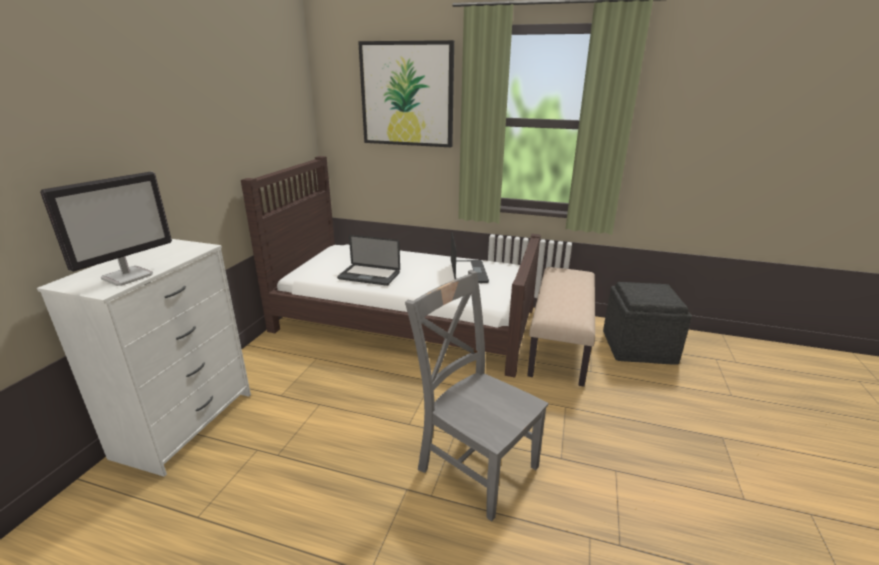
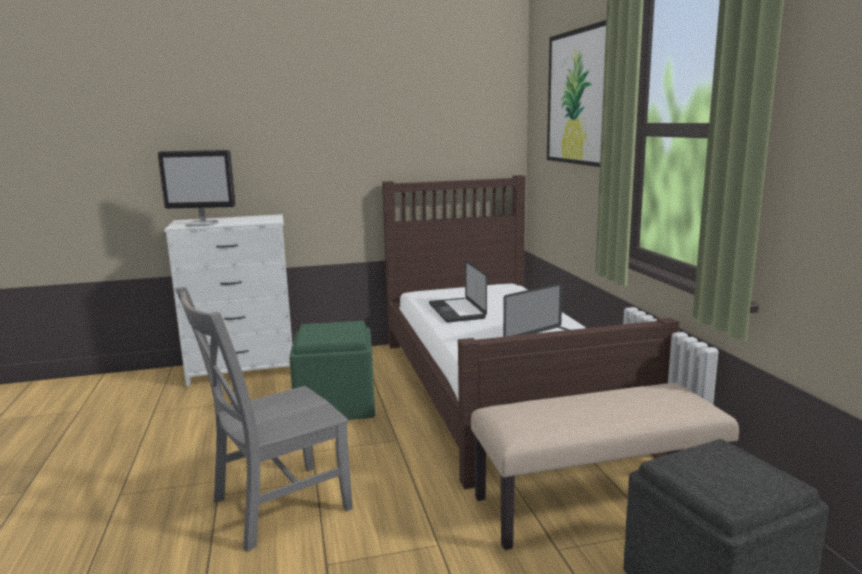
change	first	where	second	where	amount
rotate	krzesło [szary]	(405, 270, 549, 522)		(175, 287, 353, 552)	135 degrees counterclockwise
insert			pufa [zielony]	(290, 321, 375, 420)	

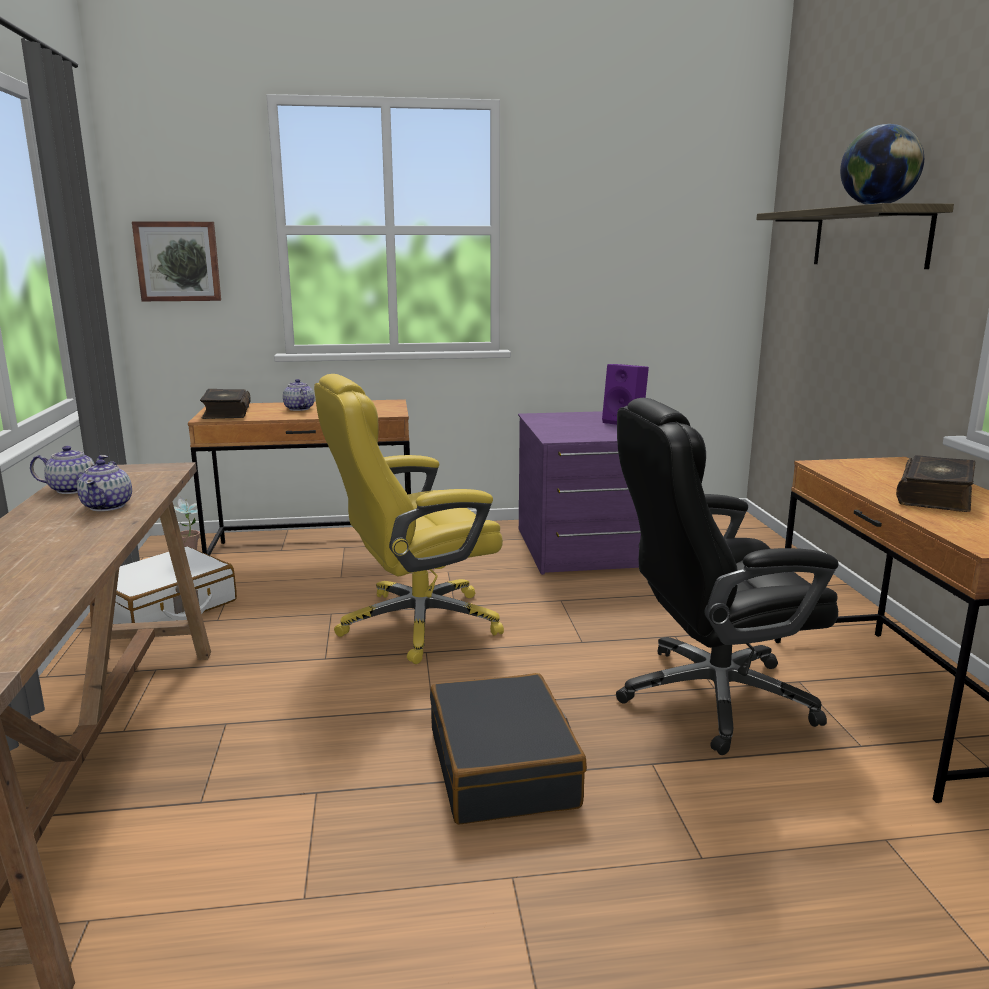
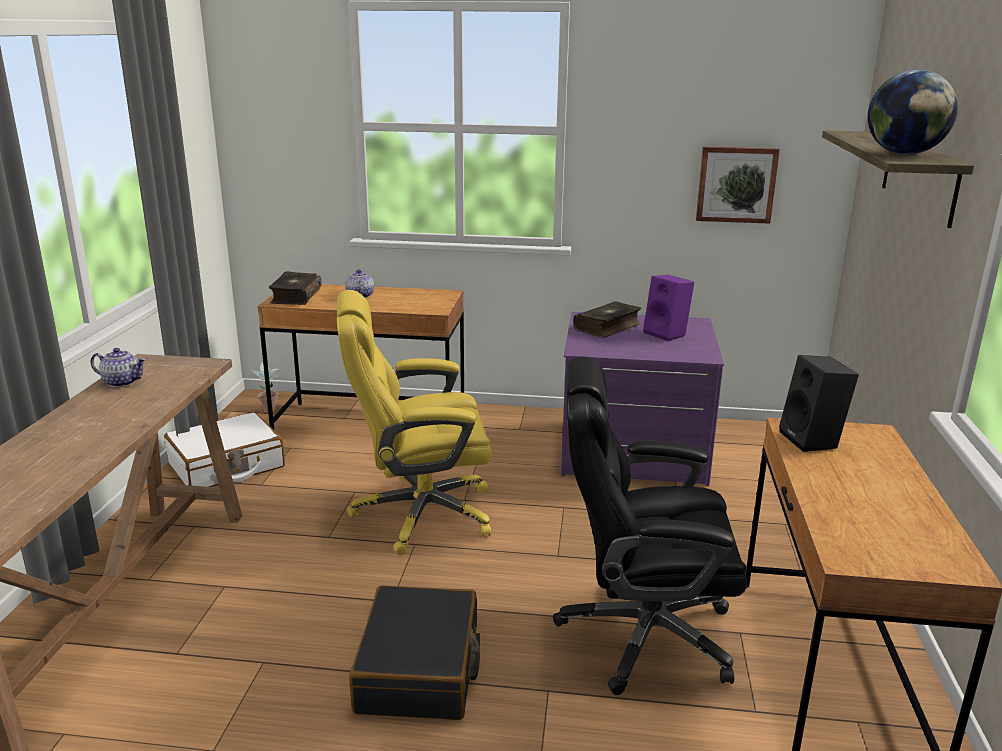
change	first	where	second	where	amount
move	książka	(896, 455, 975, 512)		(573, 301, 641, 338)	
move	obraz	(132, 221, 221, 301)		(696, 147, 780, 224)	
insert			głośnik [czarny]	(779, 355, 859, 452)	
delete	imbryk	(77, 460, 132, 511)			

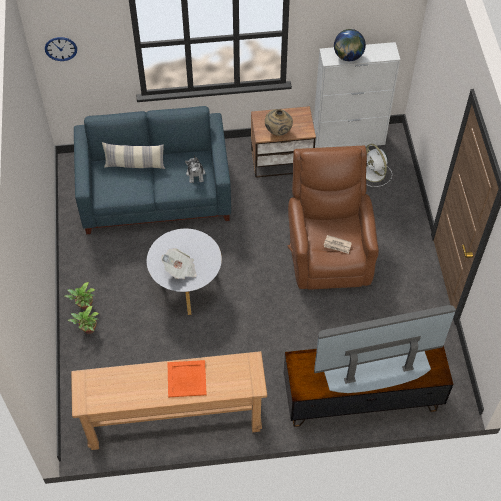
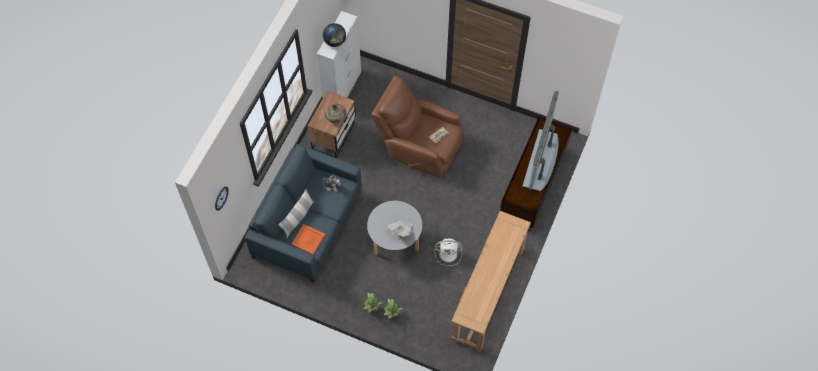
change	first	where	second	where	amount
move	taca [pomarańczowy]	(168, 360, 207, 397)		(291, 224, 325, 254)	
move	wentylator [biały]	(366, 144, 392, 187)		(434, 238, 463, 266)	

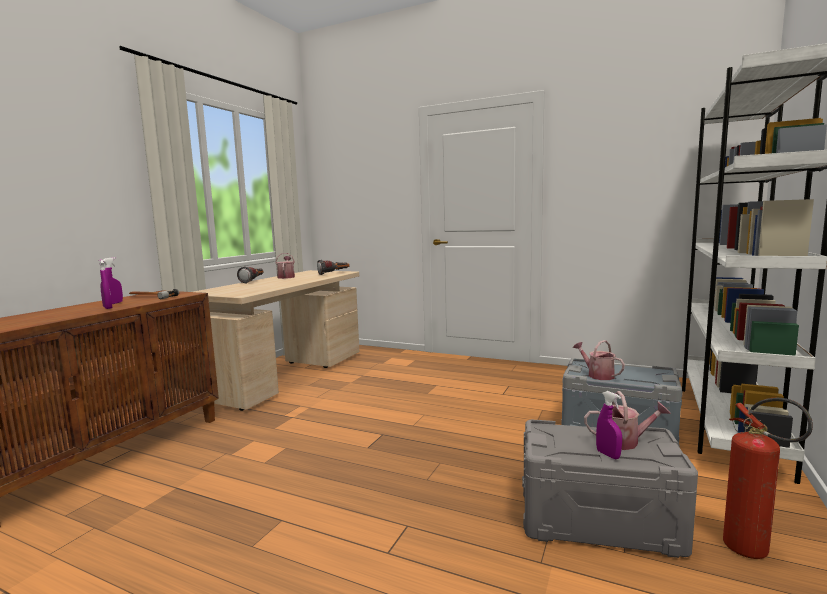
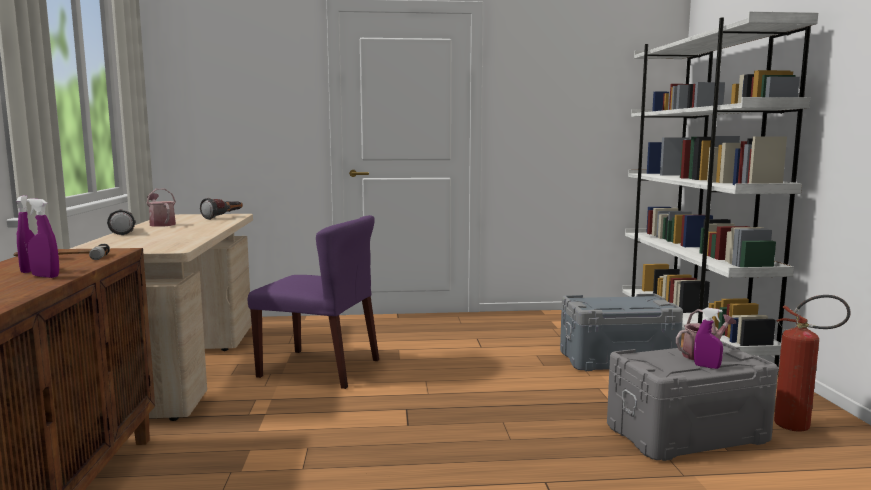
change	first	where	second	where	amount
insert			krzesło [fioletowy]	(248, 215, 379, 389)	
delete	konewka	(573, 340, 625, 380)			

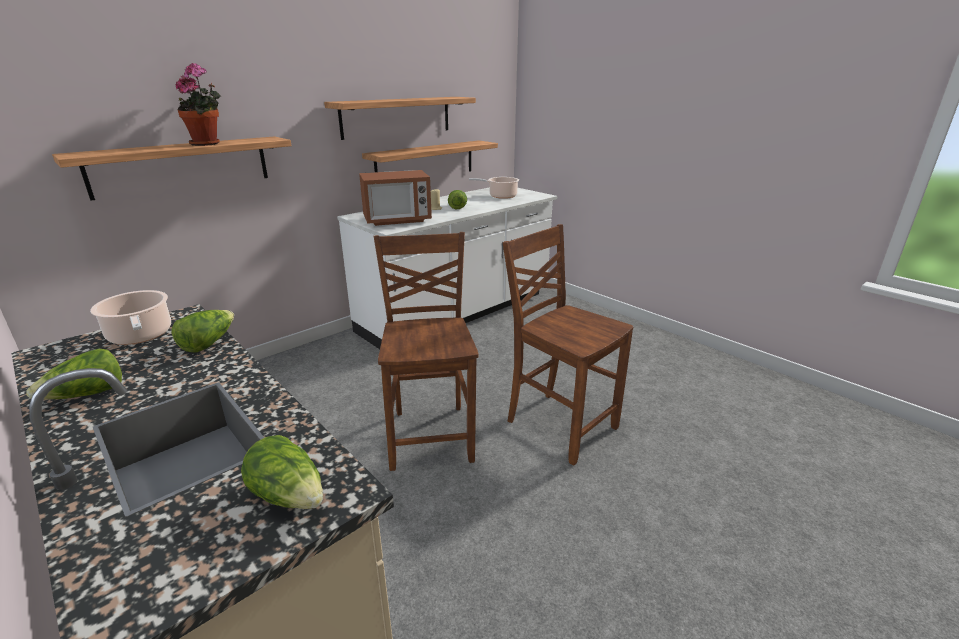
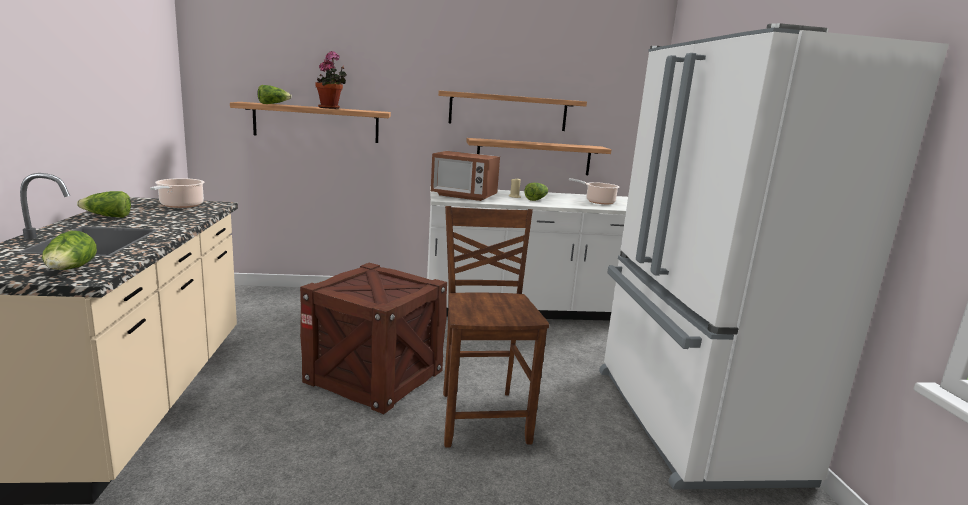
change	first	where	second	where	amount
move	sałata	(172, 310, 234, 353)		(258, 85, 292, 104)	
replace	krzesło [brązowy]	(374, 232, 479, 471)	skrzynka	(300, 263, 447, 414)	
insert			lodówka [biały]	(599, 23, 949, 489)	

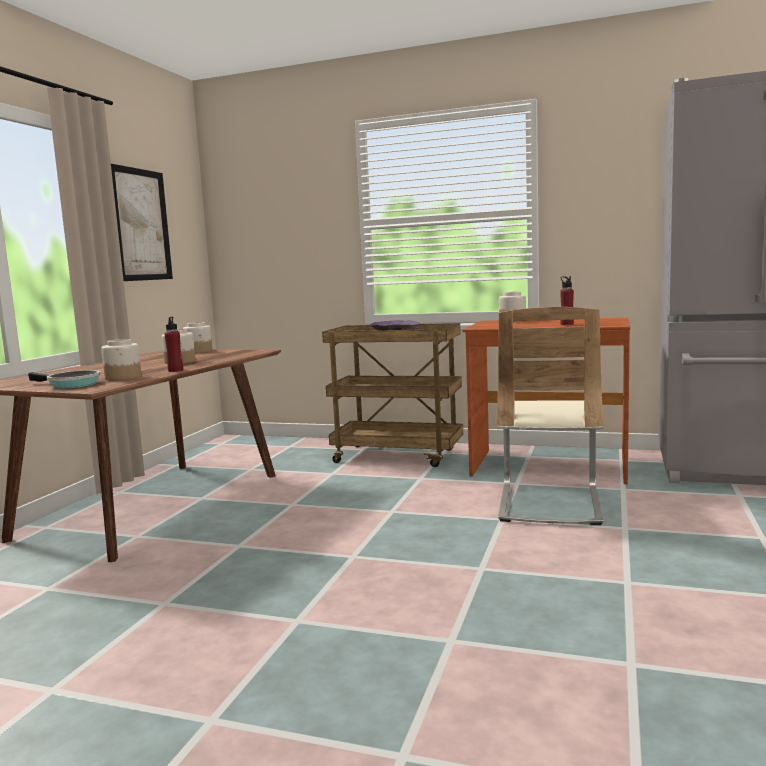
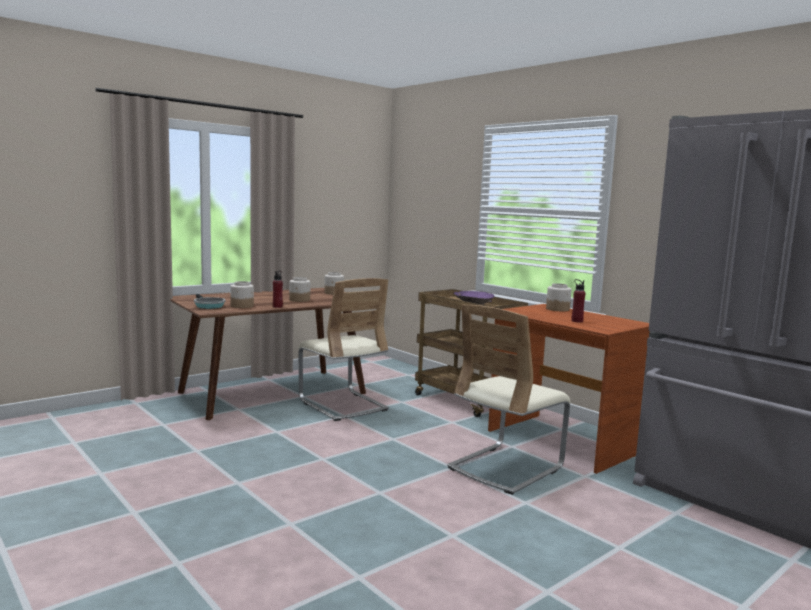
change	first	where	second	where	amount
insert			krzesło [beżowy]	(298, 278, 389, 421)	
delete	obraz	(111, 164, 173, 281)			

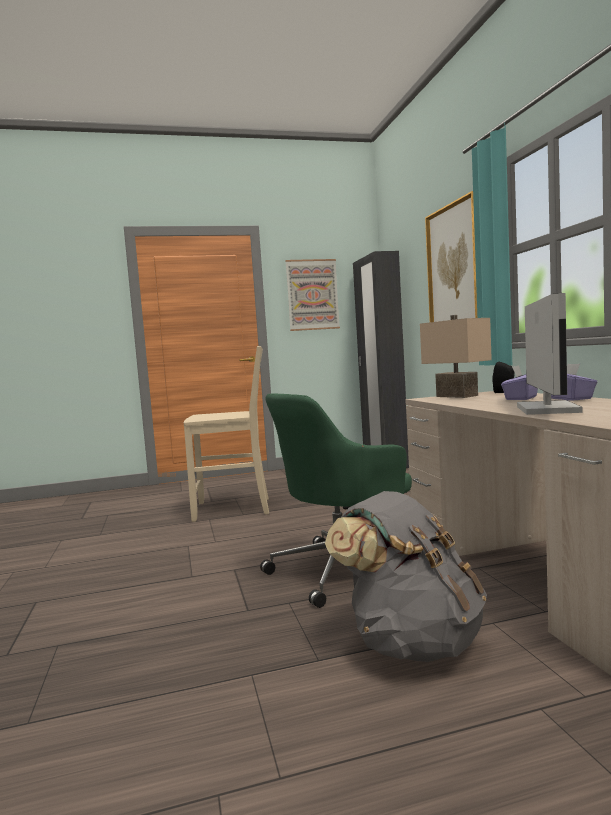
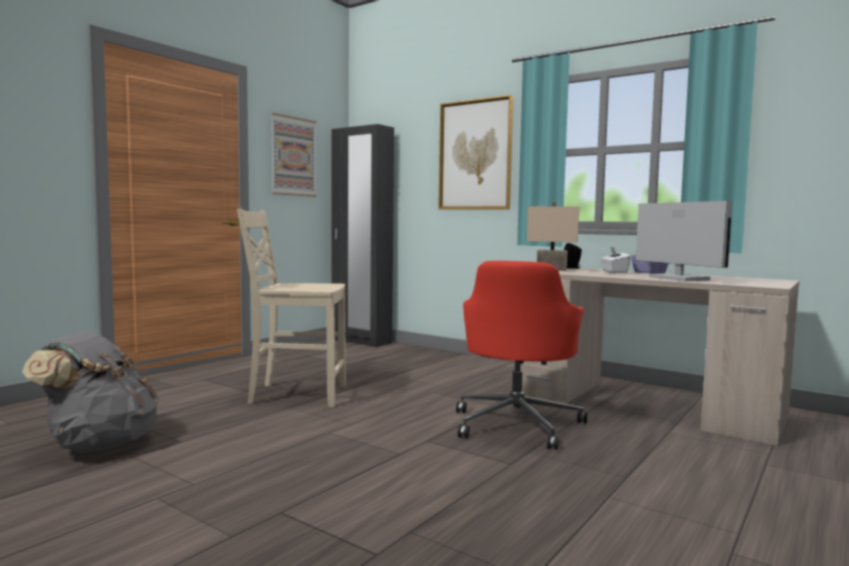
change	first	where	second	where	amount
move	plecak [szary]	(325, 491, 487, 662)		(22, 332, 159, 453)	
rotate	krzesło [beżowy]	(184, 346, 269, 522)		(237, 208, 346, 407)	135 degrees counterclockwise
recolor	krzesło biurowe [zielony]	(260, 394, 412, 608)	krzesło biurowe [czerwony]	(456, 261, 587, 450)	
recolor	pudełko chusteczek [fioletowy]	(501, 365, 538, 400)	pudełko chusteczek [biały]	(600, 247, 631, 273)	

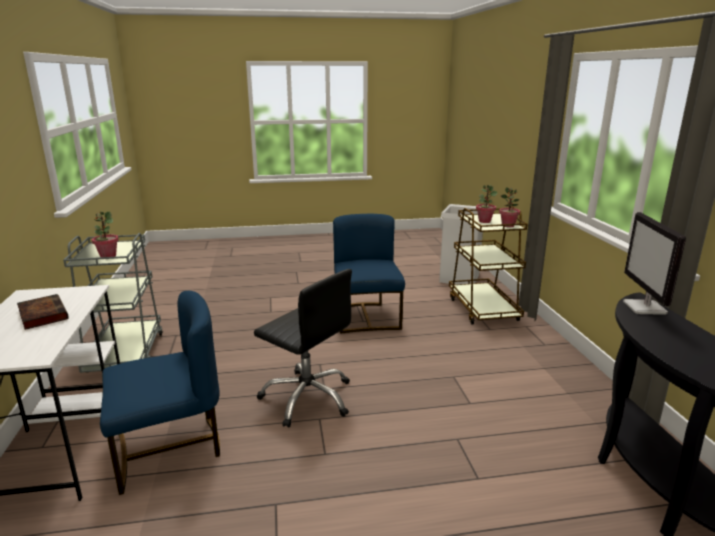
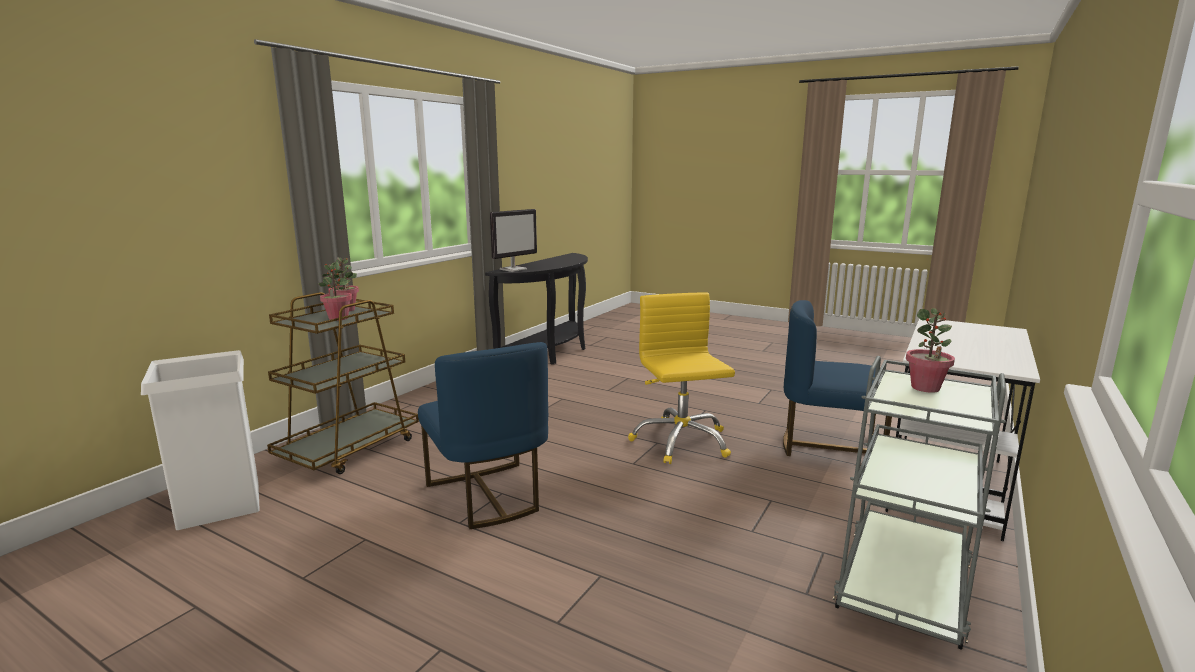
change	first	where	second	where	amount
rotate	krzesło [niebieski]	(333, 214, 405, 334)		(418, 342, 548, 529)	60 degrees counterclockwise
recolor	krzesło biurowe [czarny]	(254, 269, 352, 427)	krzesło biurowe [żółty]	(628, 292, 735, 464)	
delete	książka	(17, 294, 69, 330)			

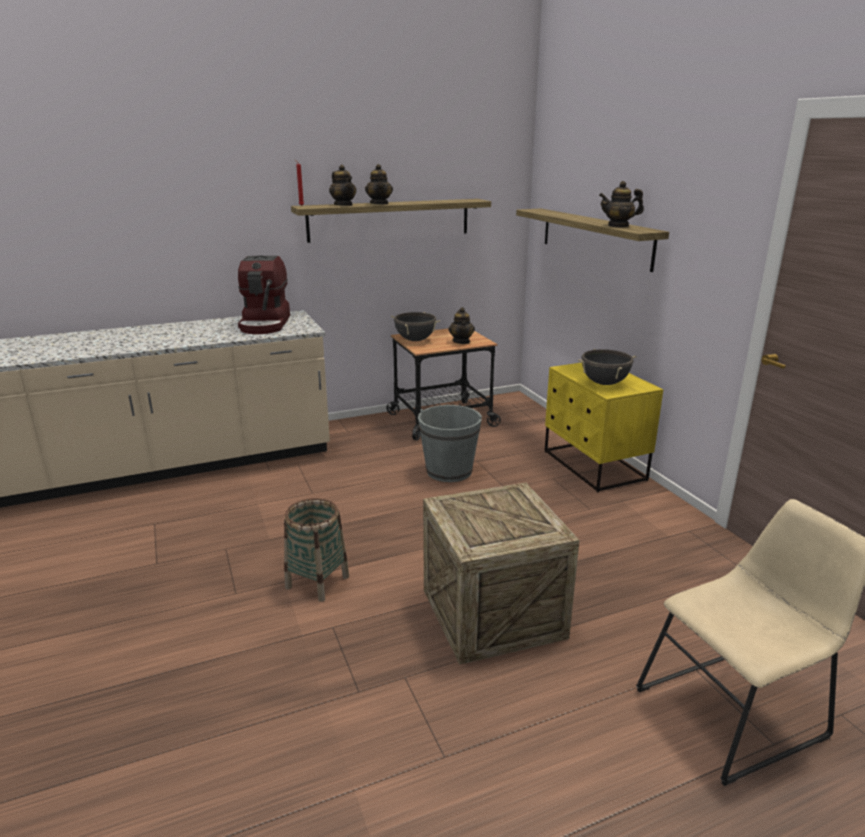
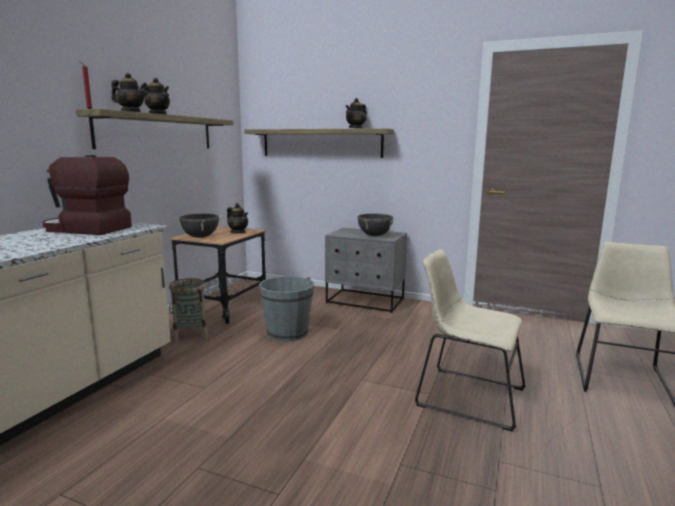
change	first	where	second	where	amount
rotate	ekspres do kawy	(238, 256, 290, 334)		(43, 155, 132, 235)	150 degrees clockwise
move	koszyk	(284, 498, 349, 602)		(169, 278, 207, 343)	
recolor	szafka nocna [żółty]	(545, 362, 664, 492)	szafka nocna [szary]	(325, 228, 407, 313)	
replace	skrzynka	(423, 482, 579, 665)	krzesło [beżowy]	(415, 249, 526, 432)	

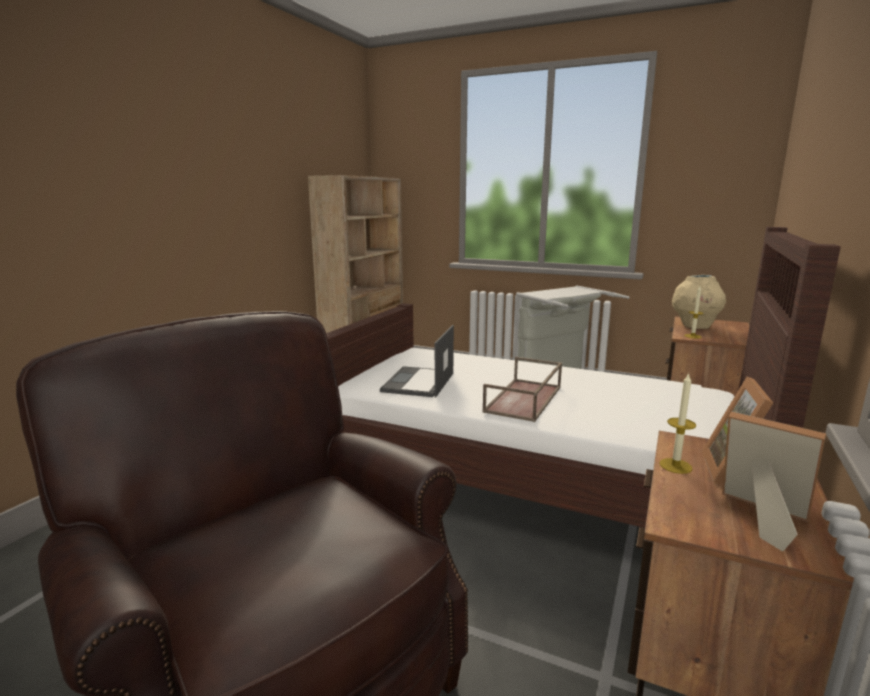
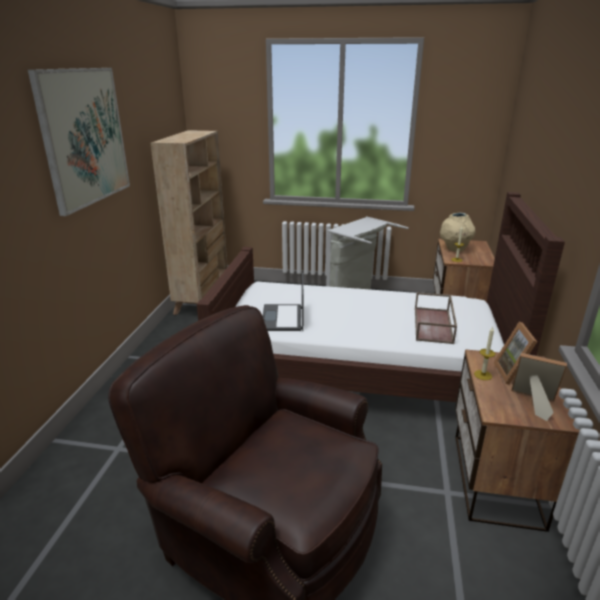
change	first	where	second	where	amount
insert			obraz	(28, 68, 130, 216)	
move	taca [brązowy]	(482, 357, 562, 422)		(415, 292, 457, 344)	

